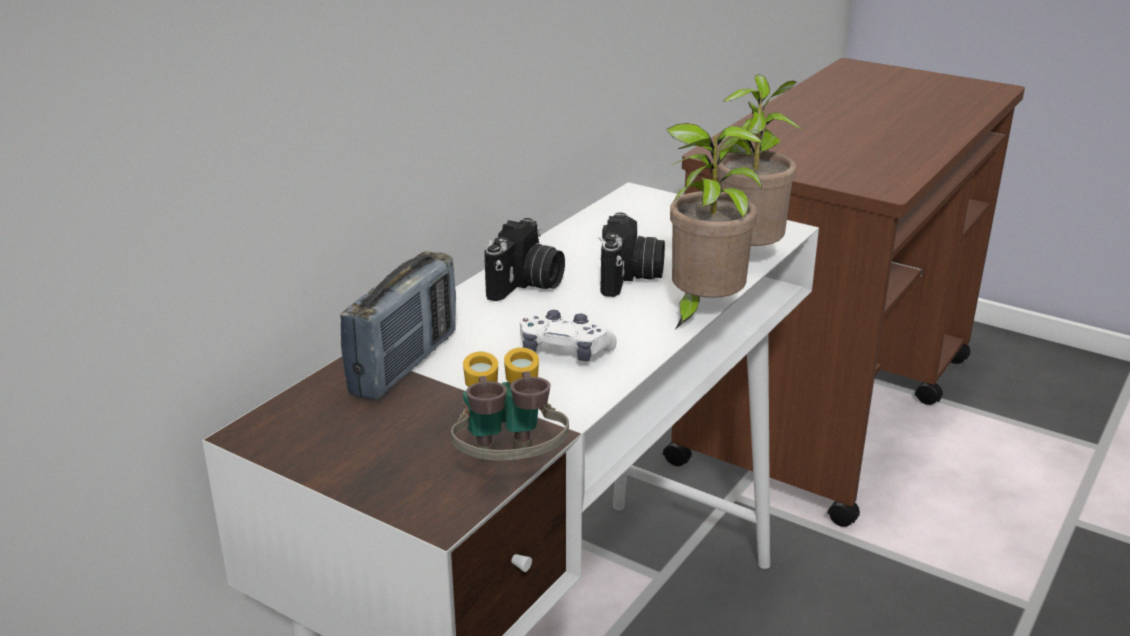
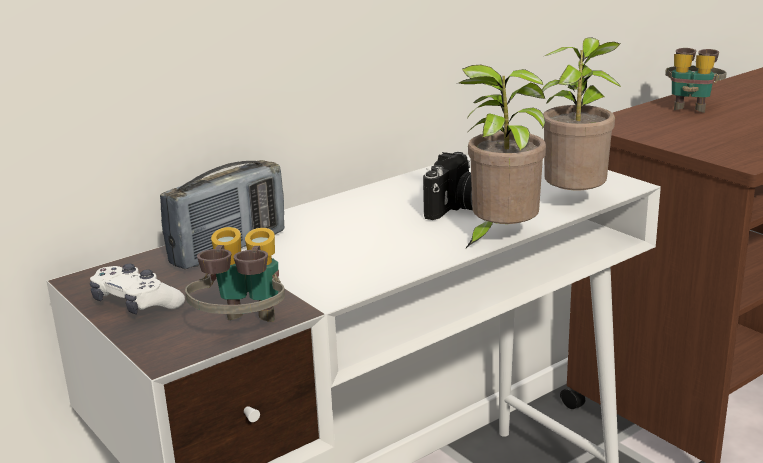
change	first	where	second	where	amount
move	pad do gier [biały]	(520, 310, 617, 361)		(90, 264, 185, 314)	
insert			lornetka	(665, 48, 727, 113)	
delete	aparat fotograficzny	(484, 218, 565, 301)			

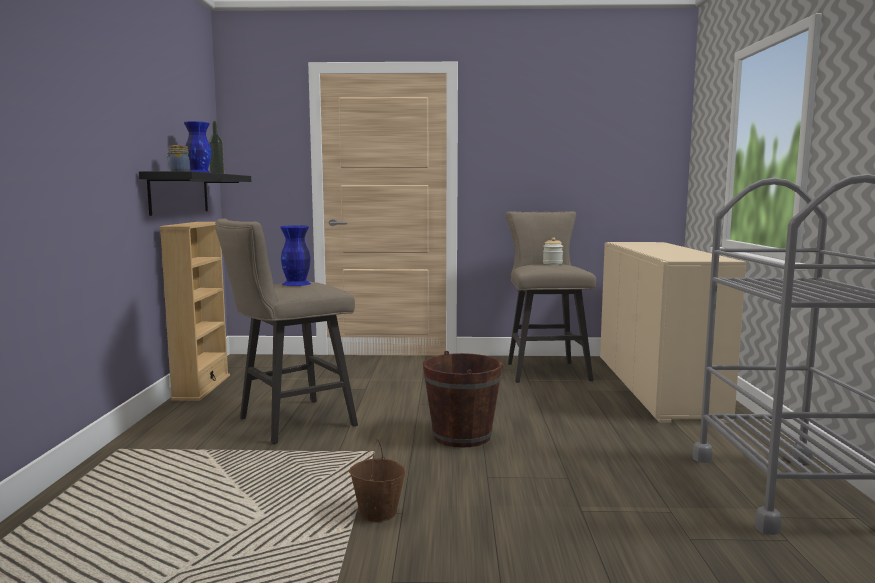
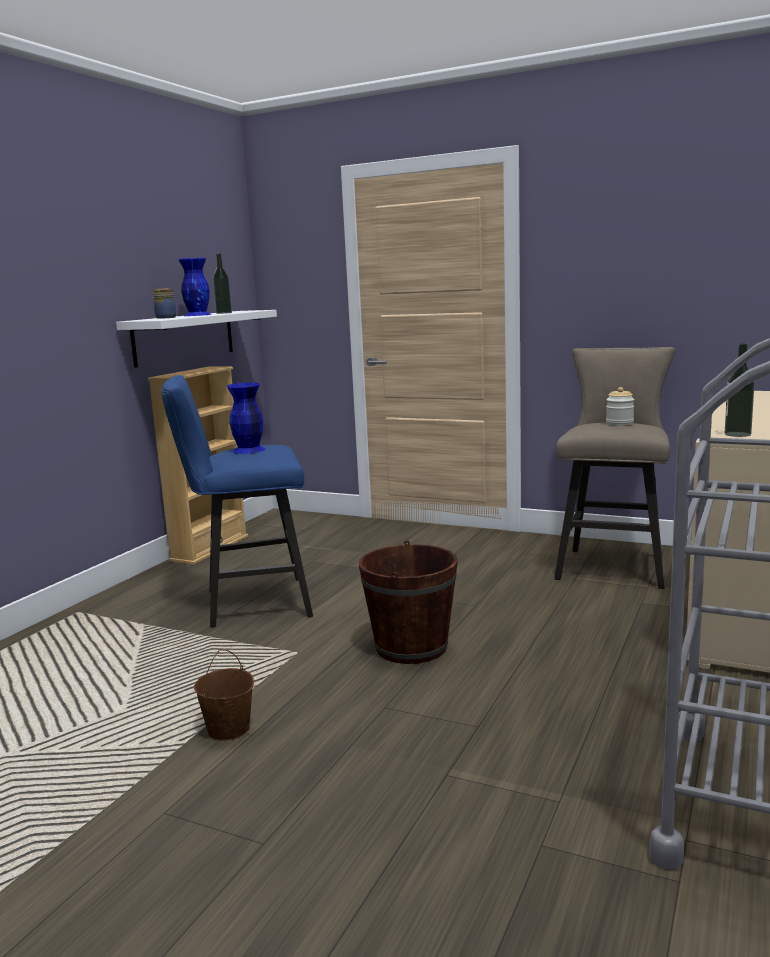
change	first	where	second	where	amount
recolor	półka [czarny]	(139, 171, 251, 216)	półka [biały]	(116, 310, 277, 367)	
recolor	stołek [beżowy]	(215, 219, 358, 444)	stołek [niebieski]	(162, 375, 313, 627)	
insert			butelka	(725, 344, 755, 437)	

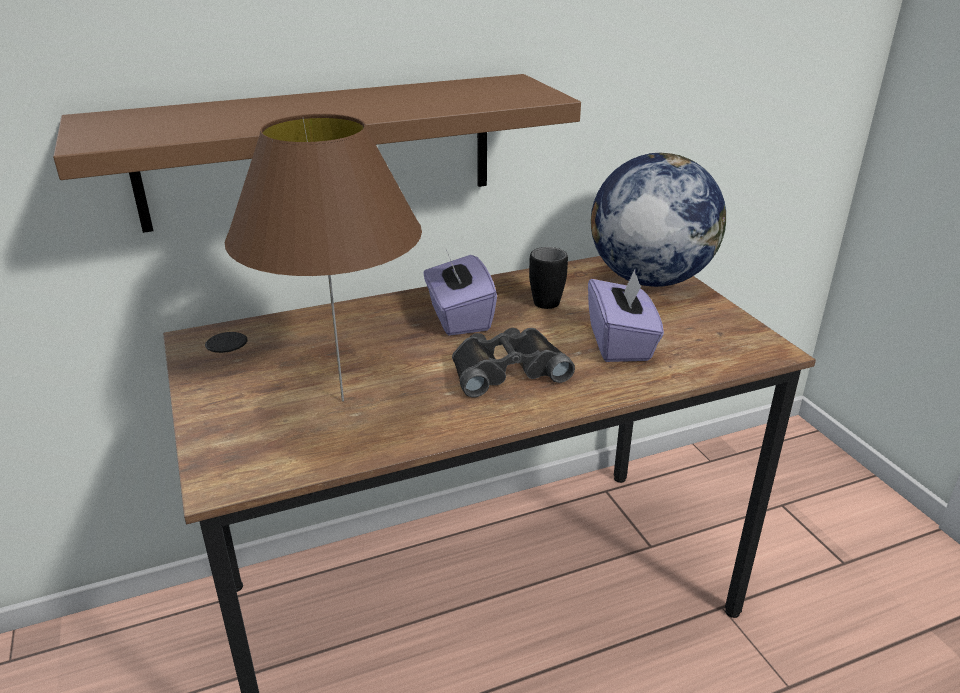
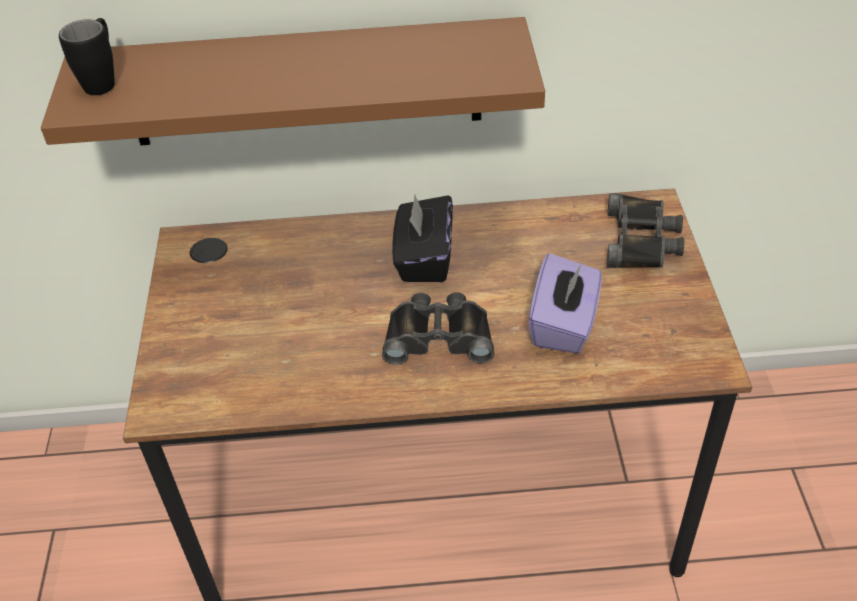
change	first	where	second	where	amount
move	kubek [czarny]	(529, 247, 568, 309)		(59, 18, 115, 95)	
recolor	pudełko chusteczek [fioletowy]	(423, 249, 497, 336)	pudełko chusteczek [czarny]	(392, 195, 453, 282)	
replace	globus	(591, 153, 726, 287)	lornetka [czarny]	(607, 193, 684, 268)	
delete	lampa stołowa [brązowy]	(225, 114, 422, 401)			

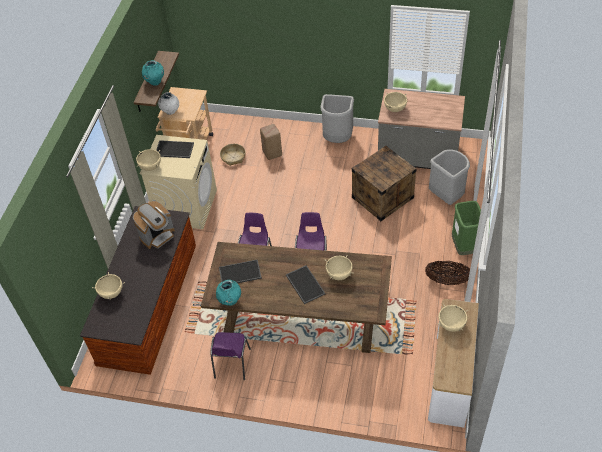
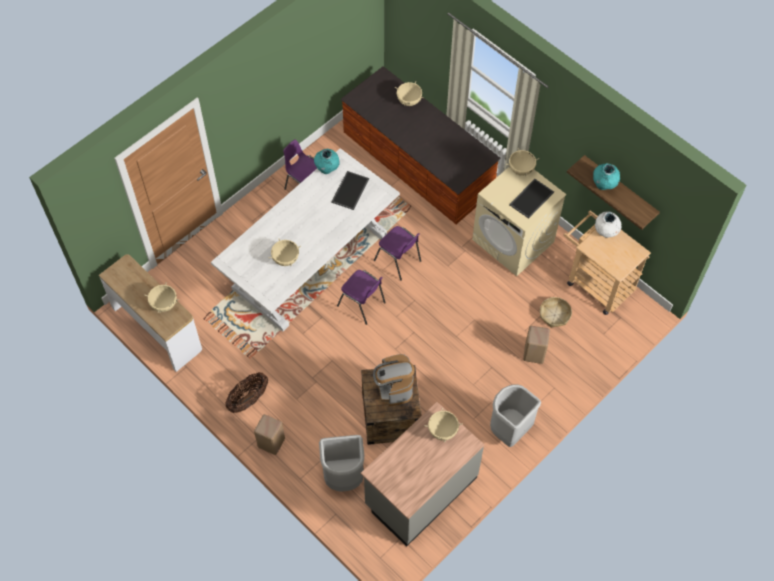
change	first	where	second	where	amount
recolor	stół jadalny [brązowy]	(201, 242, 392, 353)	stół jadalny [biały]	(211, 148, 400, 331)	
replace	kosz na śmieci [zielony]	(452, 201, 481, 255)	stołek [beżowy]	(254, 414, 285, 455)	
move	ekspres do kawy	(133, 201, 175, 249)		(373, 354, 415, 406)	
delete	taca	(286, 265, 325, 304)			

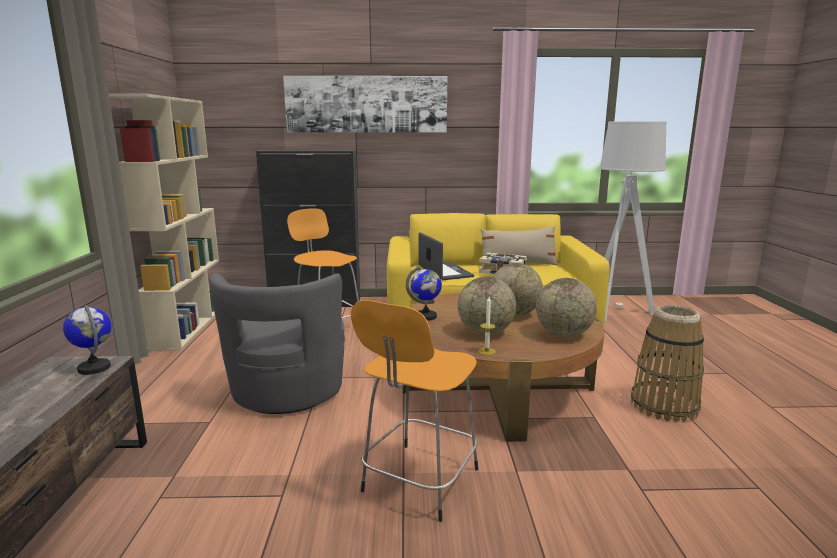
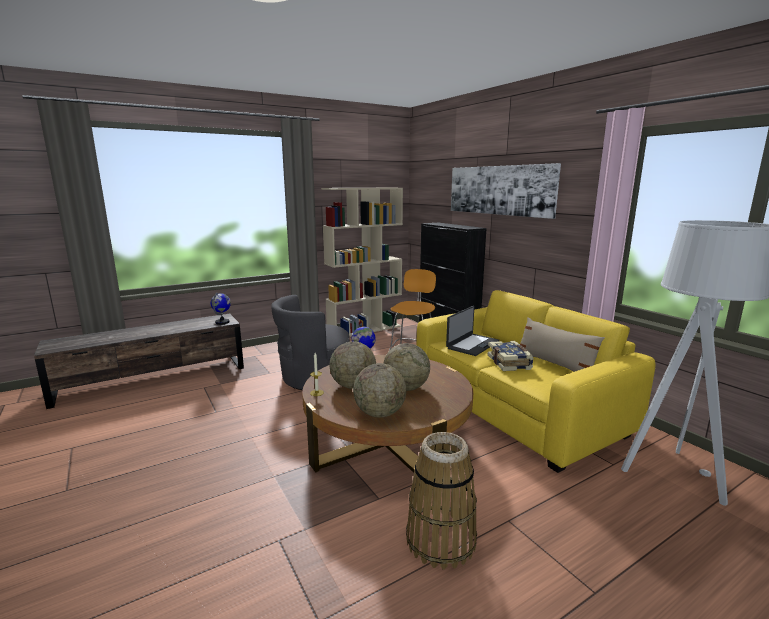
change	first	where	second	where	amount
delete	stołek [pomarańczowy]	(351, 300, 478, 522)			

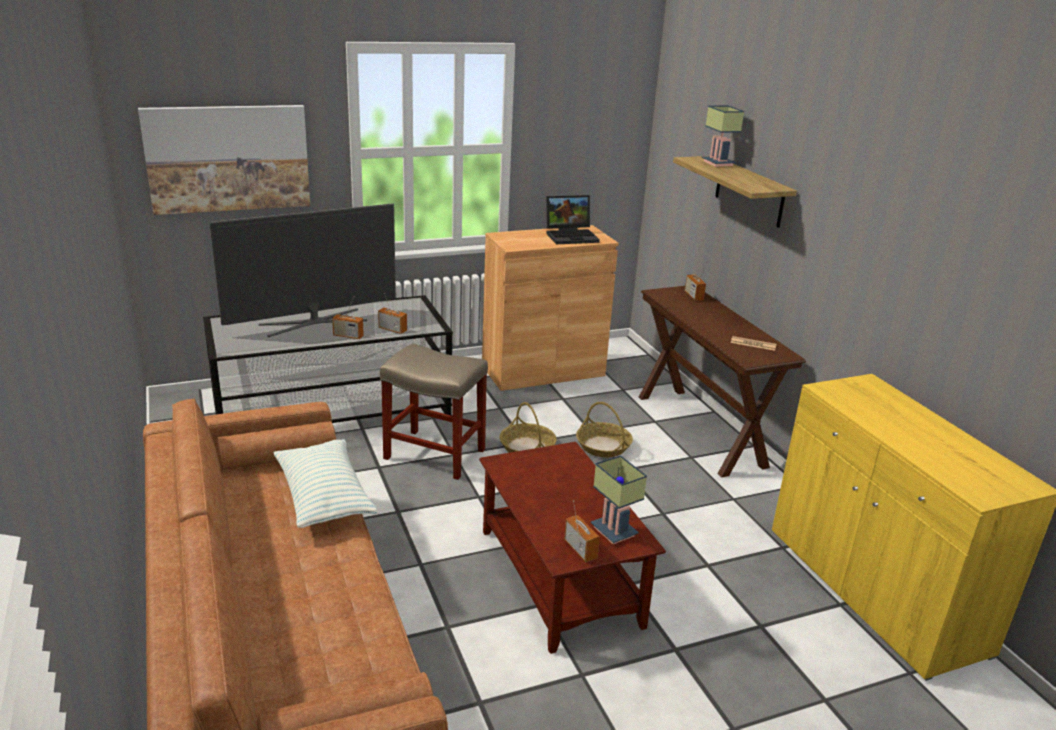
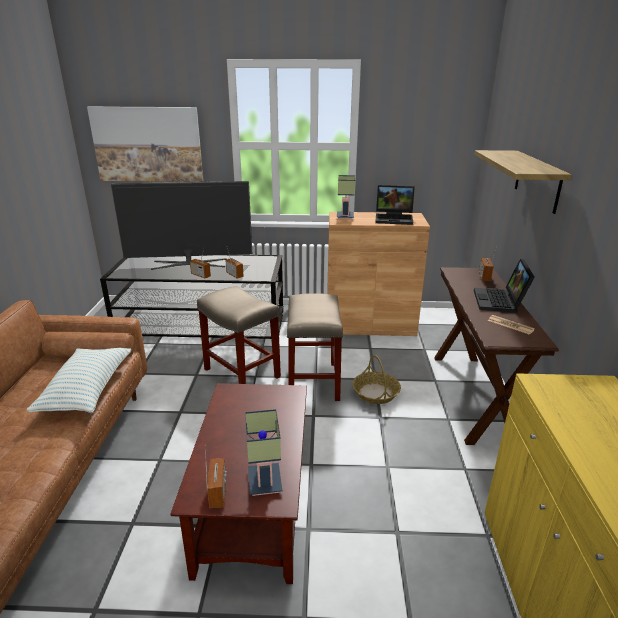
change	first	where	second	where	amount
replace	koszyk	(500, 402, 557, 453)	stołek [beżowy]	(287, 293, 343, 401)	
move	lampa stołowa	(702, 105, 744, 167)		(337, 175, 355, 220)	
insert			laptop	(474, 259, 535, 313)	

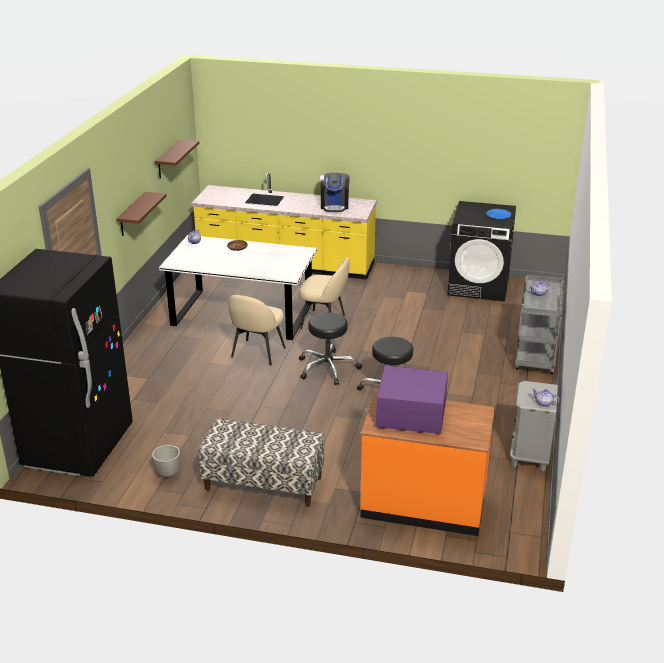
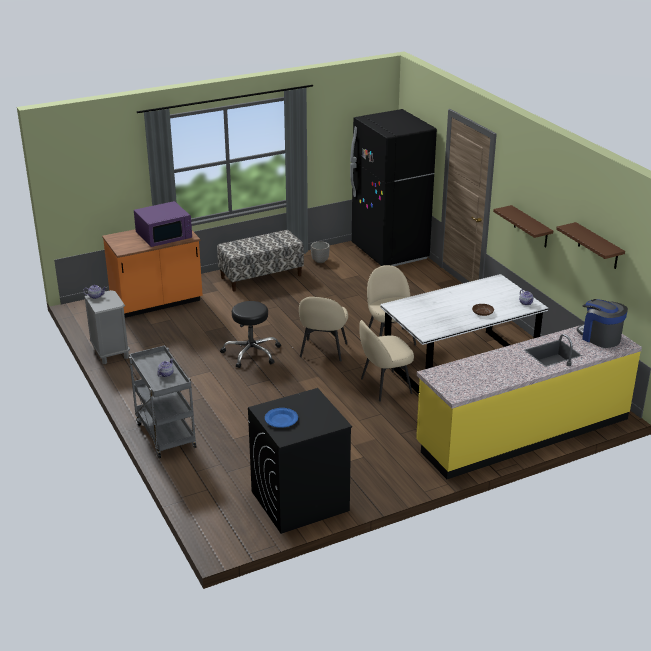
change	first	where	second	where	amount
replace	stołek [czarny]	(299, 313, 362, 385)	krzesło [beżowy]	(299, 297, 348, 361)	
move	ekspres do kawy	(320, 173, 350, 212)		(577, 299, 628, 348)	

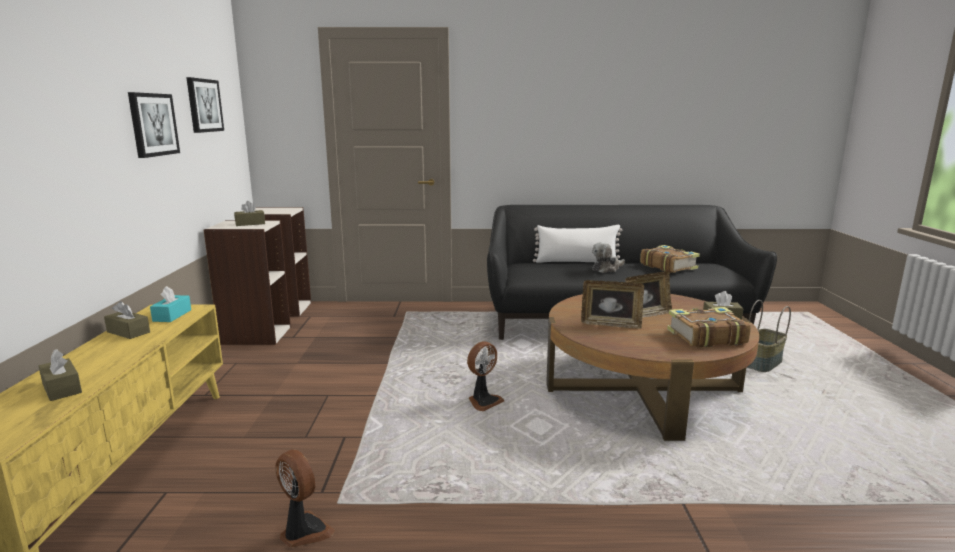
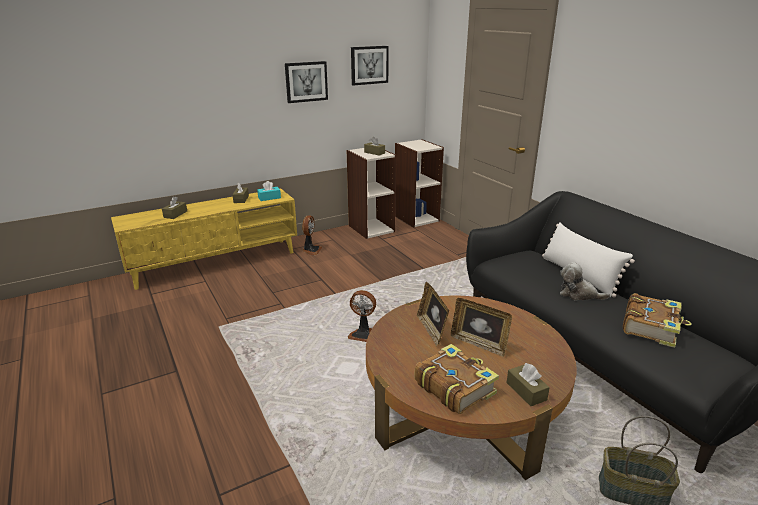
change	first	where	second	where	amount
move	wentylator	(275, 450, 335, 548)		(302, 215, 322, 255)	

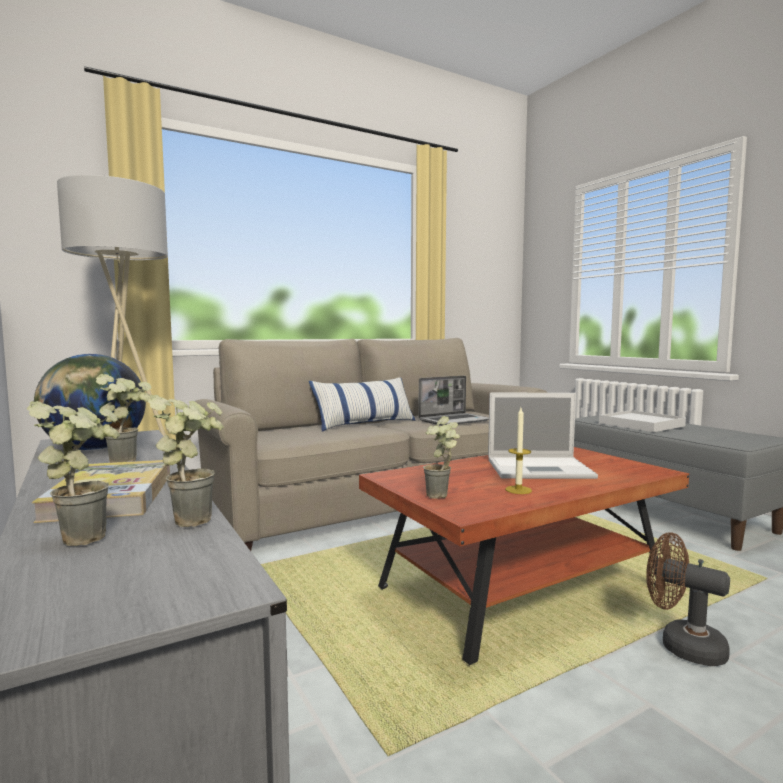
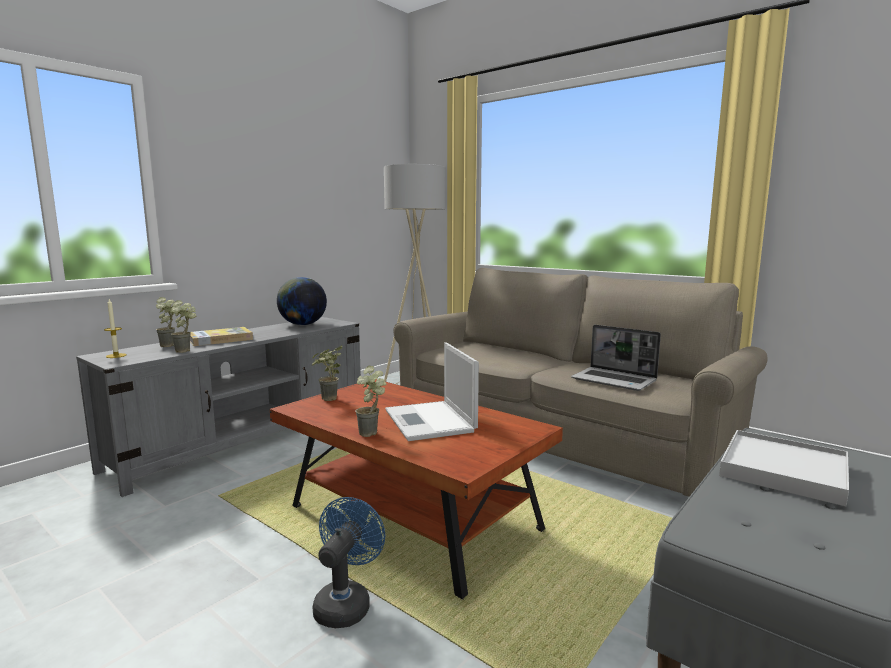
change	first	where	second	where	amount
move	świeca	(505, 408, 532, 494)		(104, 299, 127, 358)	
recolor	wentylator [brązowy]	(646, 533, 730, 666)	wentylator [niebieski]	(313, 497, 385, 628)	
move	roślina doniczkowa	(96, 374, 153, 463)		(355, 365, 387, 437)	
delete	poduszka	(309, 377, 416, 432)			

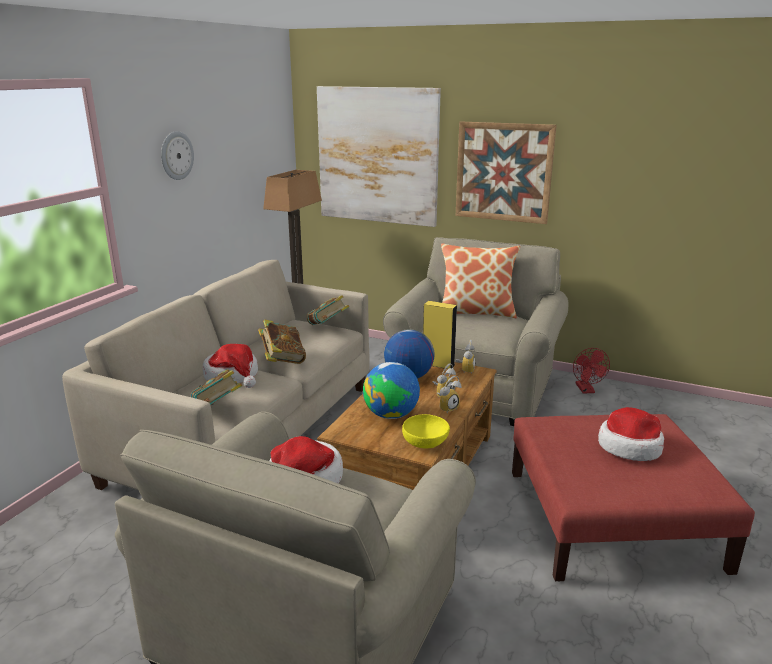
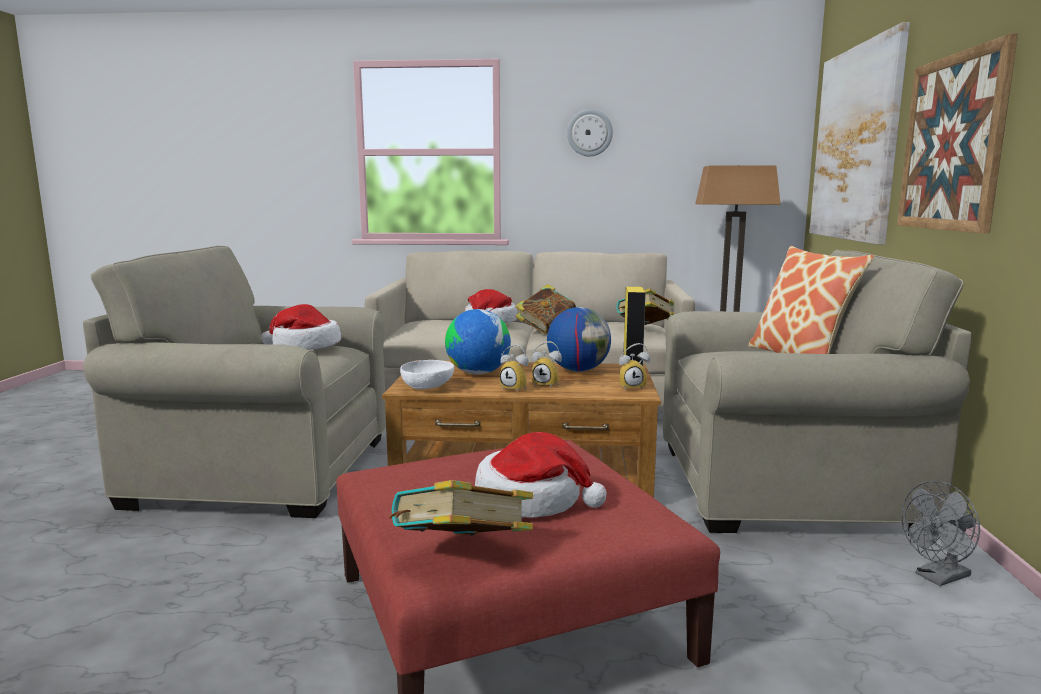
change	first	where	second	where	amount
move	książka	(191, 369, 242, 405)		(389, 480, 533, 536)	
recolor	miska [żółty]	(402, 414, 450, 448)	miska [biały]	(400, 360, 454, 389)	
recolor	wentylator [czerwony]	(573, 348, 610, 393)	wentylator [szary]	(901, 481, 980, 586)	

